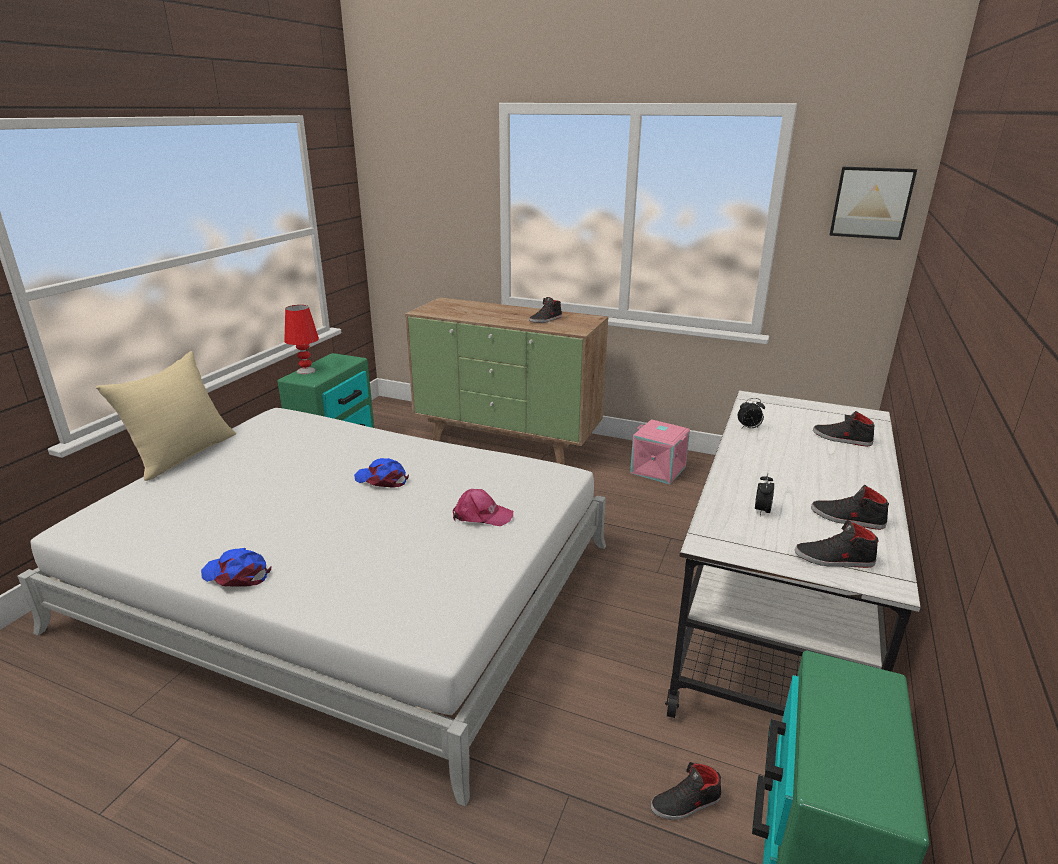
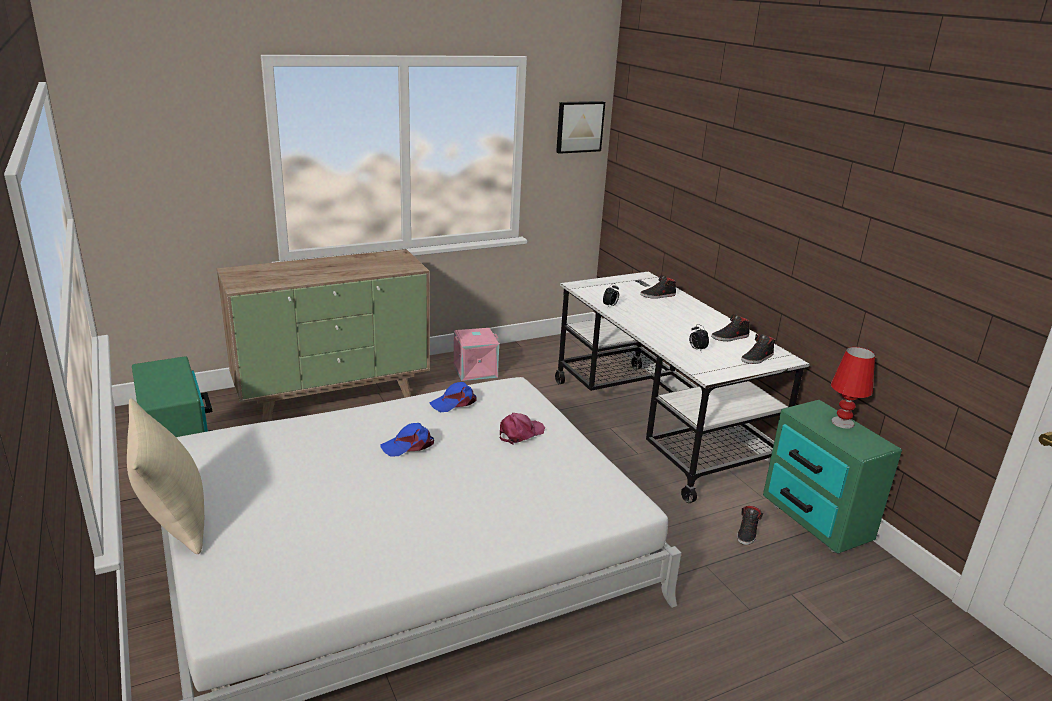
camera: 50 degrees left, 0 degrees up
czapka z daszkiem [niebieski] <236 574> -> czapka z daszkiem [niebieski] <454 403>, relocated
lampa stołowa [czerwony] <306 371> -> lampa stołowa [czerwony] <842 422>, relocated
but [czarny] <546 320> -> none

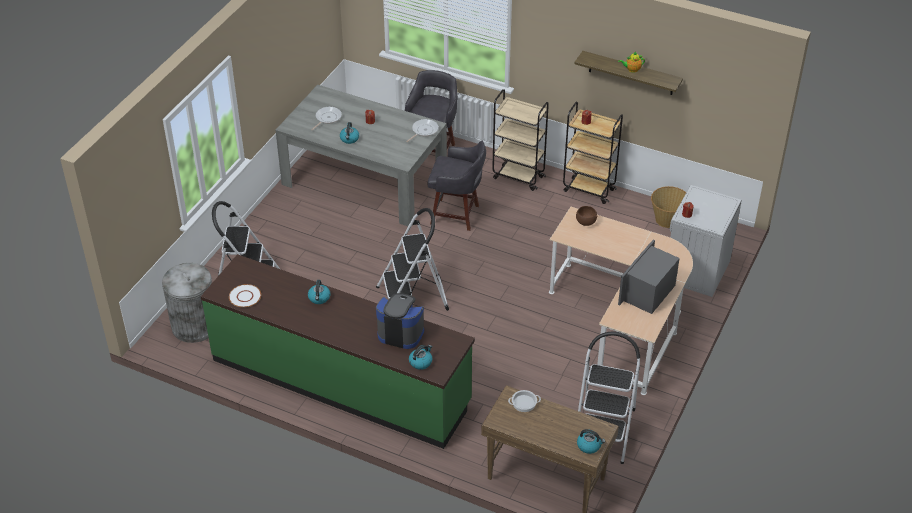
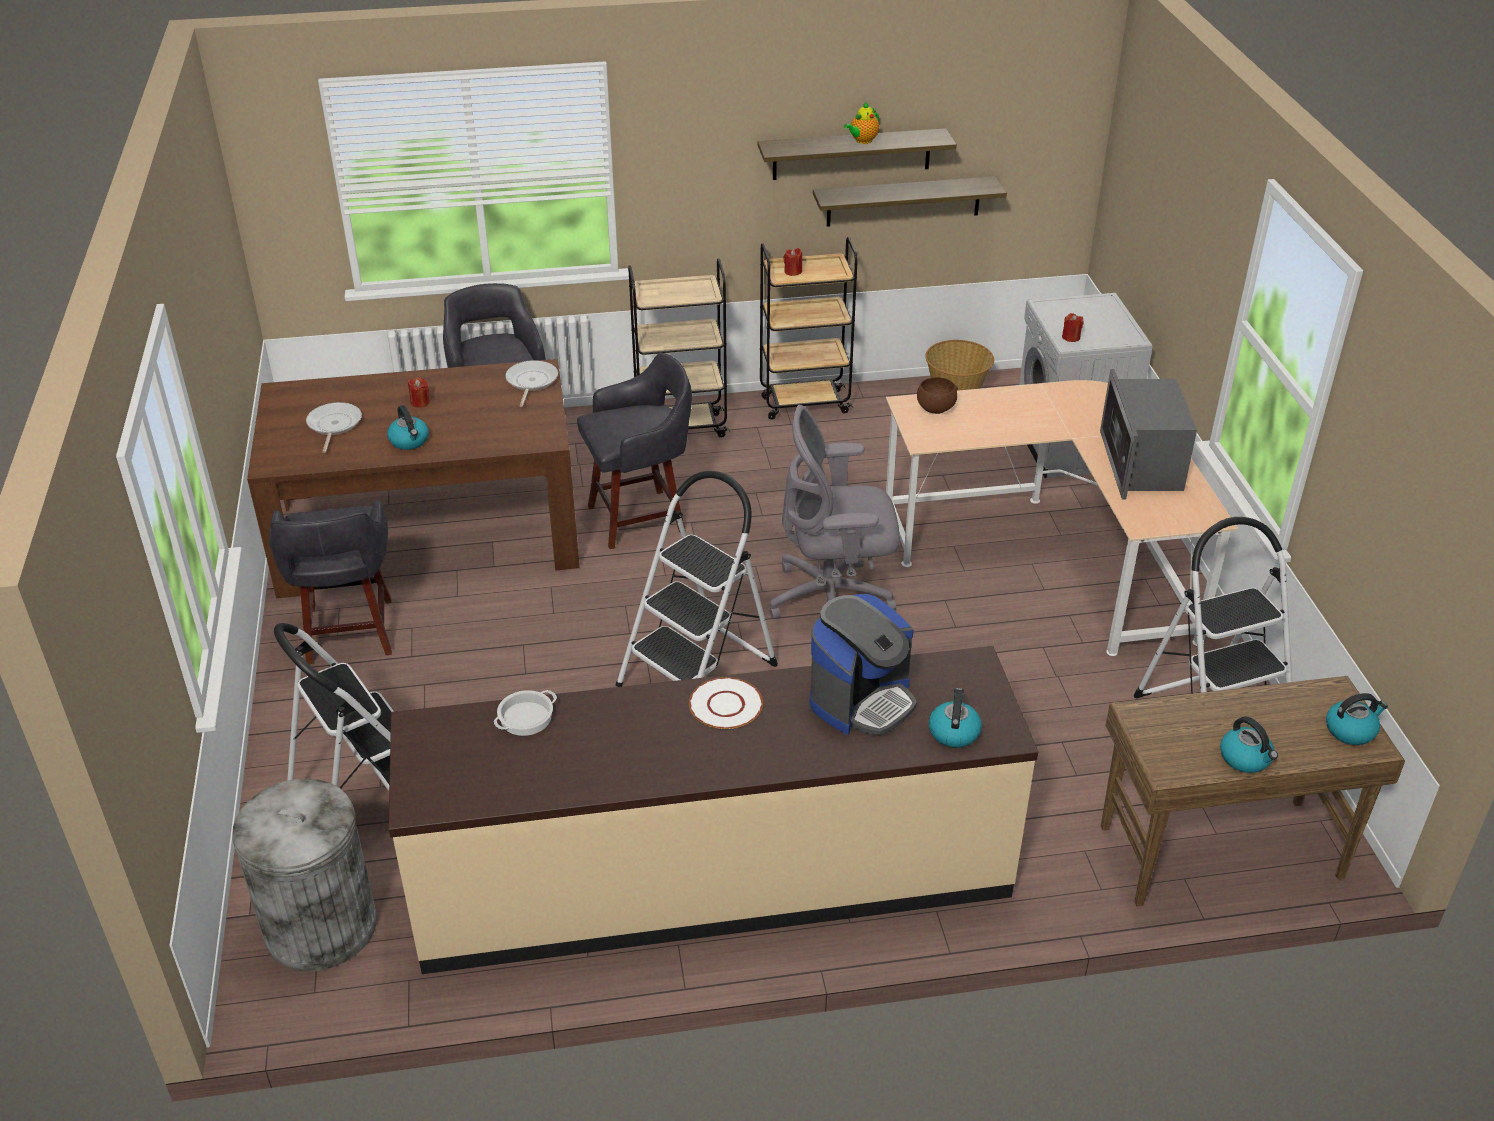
camera: 35 degrees left, 5 degrees down
stół jadalny [szary] <364 181> -> stół jadalny [brązowy] <428 532>
none -> stołek [szary] <349 635>
zabudowa kuchenna [zielony] <341 381> -> zabudowa kuchenna [beżowy] <713 878>
garnek <524 403> -> garnek <526 718>, relocated
talerz [biały] <244 296> -> talerz [biały] <725 705>, relocated
none -> krzesło biurowe [szary] <837 596>
ekspres do kawy <400 333> -> ekspres do kawy <862 700>, 150 degrees clockwise
none -> półka <903 201>
czajnik <319 298> -> czajnik <1245 758>, relocated

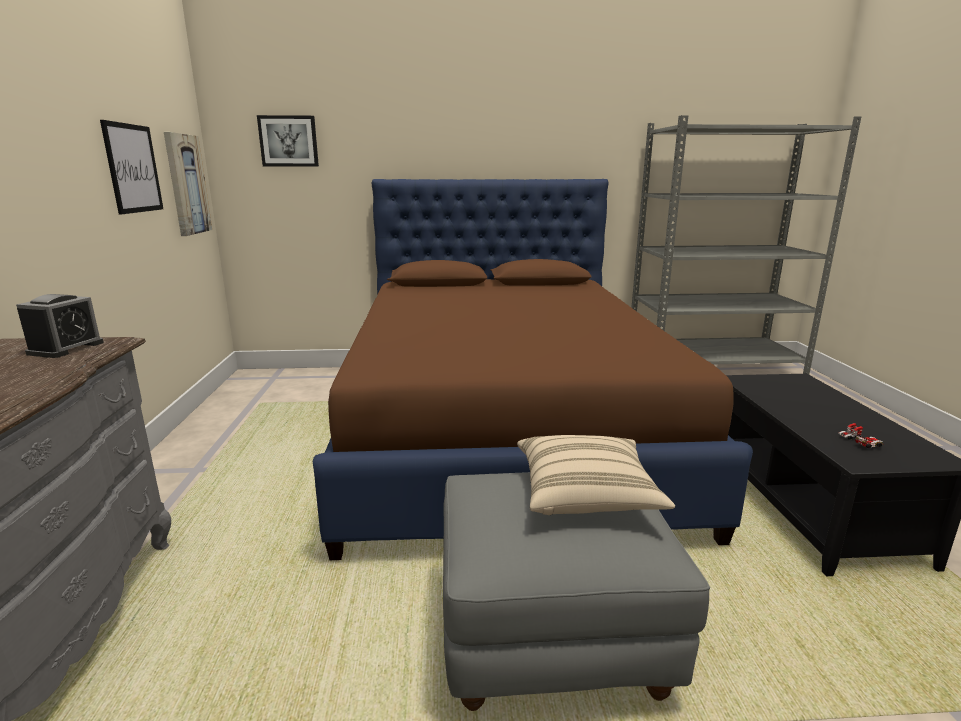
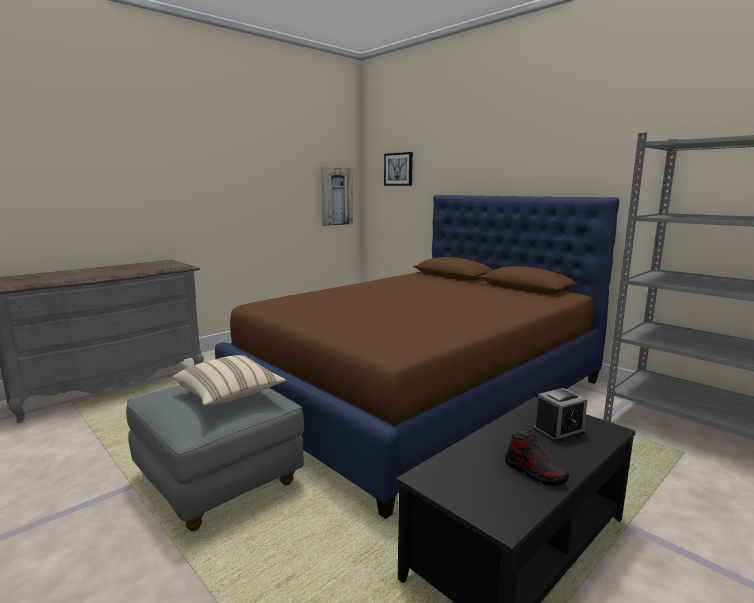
camera: 50 degrees right, 5 degrees down
none -> but <535 472>
budzik <66 348> -> budzik <559 431>, relocated
obraz <133 168> -> none
samochodzik <859 442> -> none

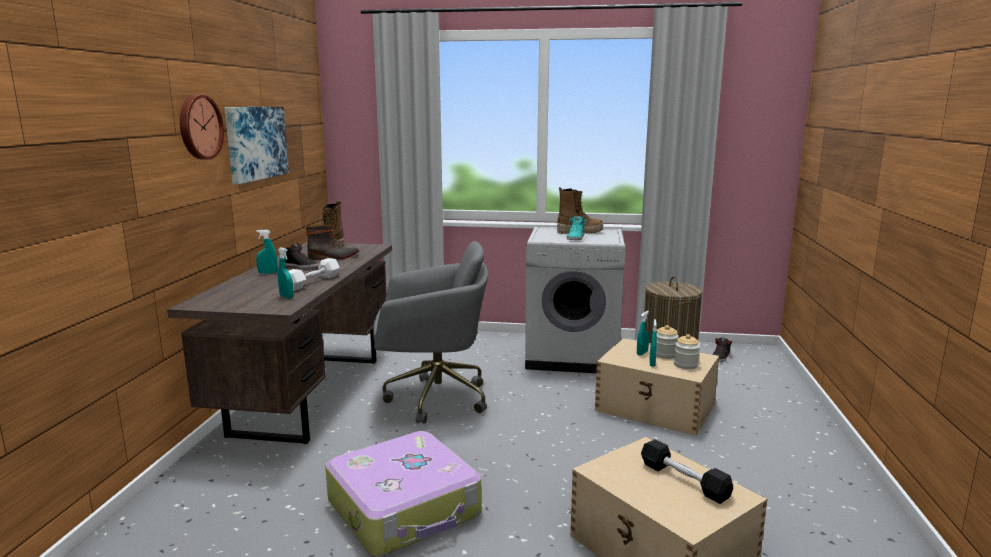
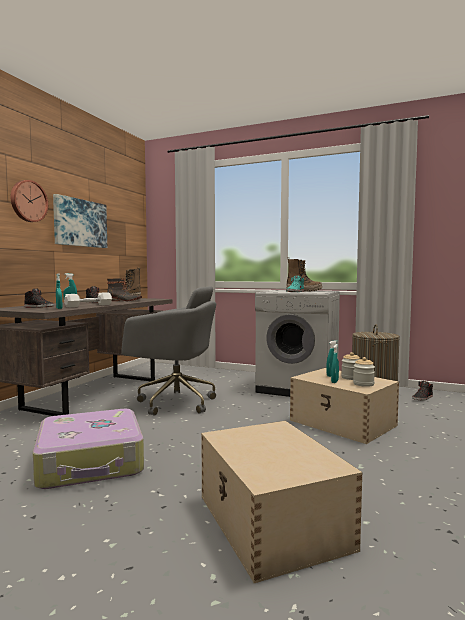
camera: 15 degrees right, 10 degrees down
none -> but [czarny] <39 307>
hantel [czarny] <684 480> -> none

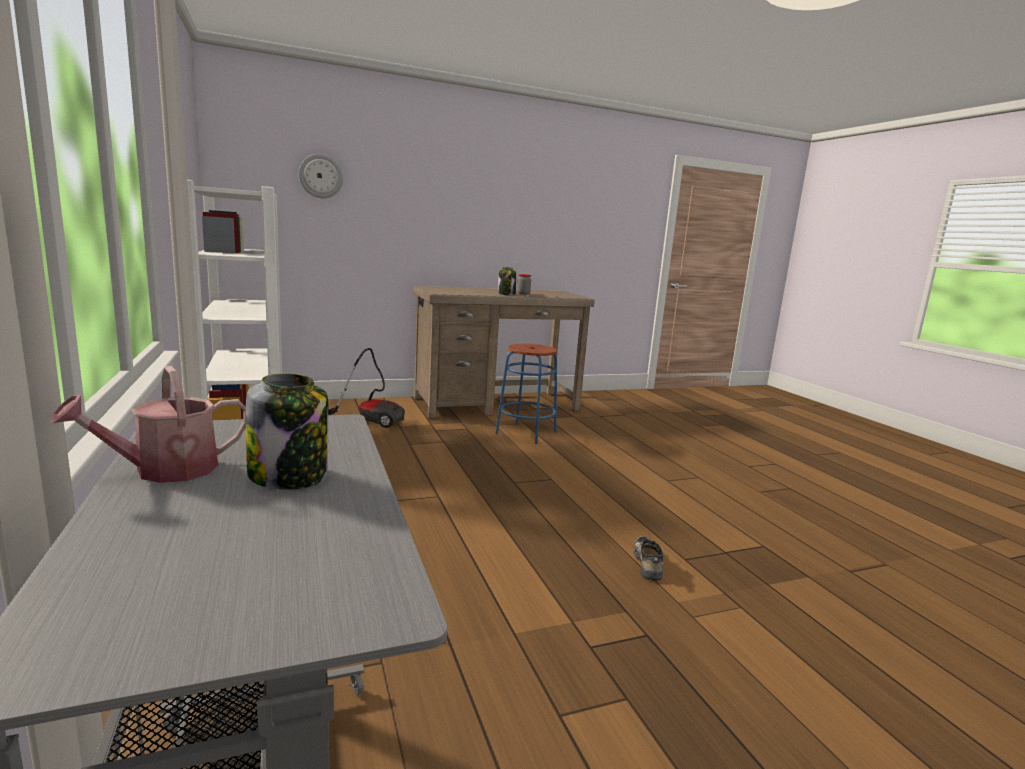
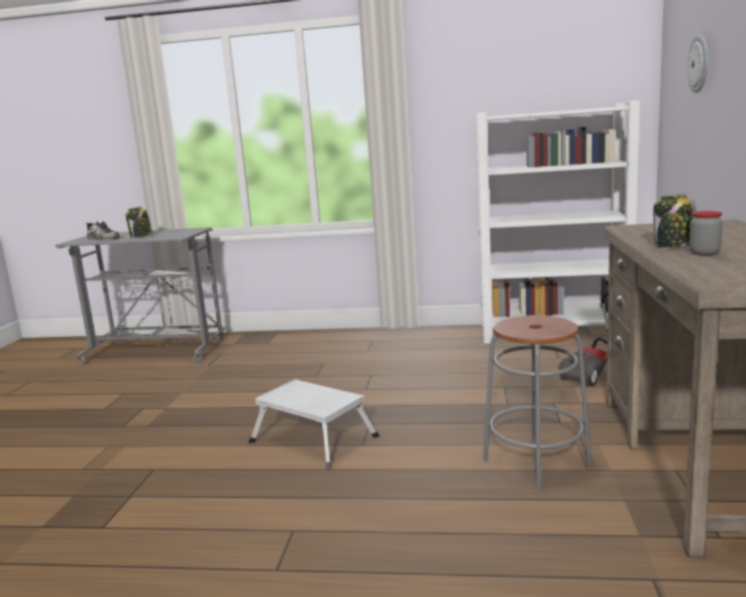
camera: 120 degrees right, 0 degrees up
but <649 563> -> but <102 238>, relocated
none -> drabinka [biały] <314 439>
stołek [niebieski] <526 432> -> stołek [szary] <536 461>
konewka <164 470> -> none

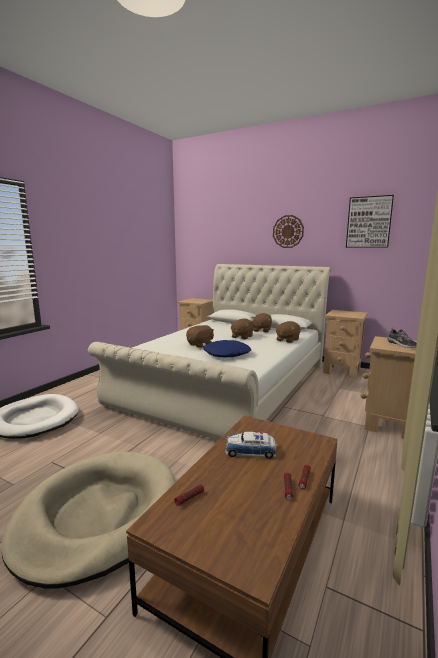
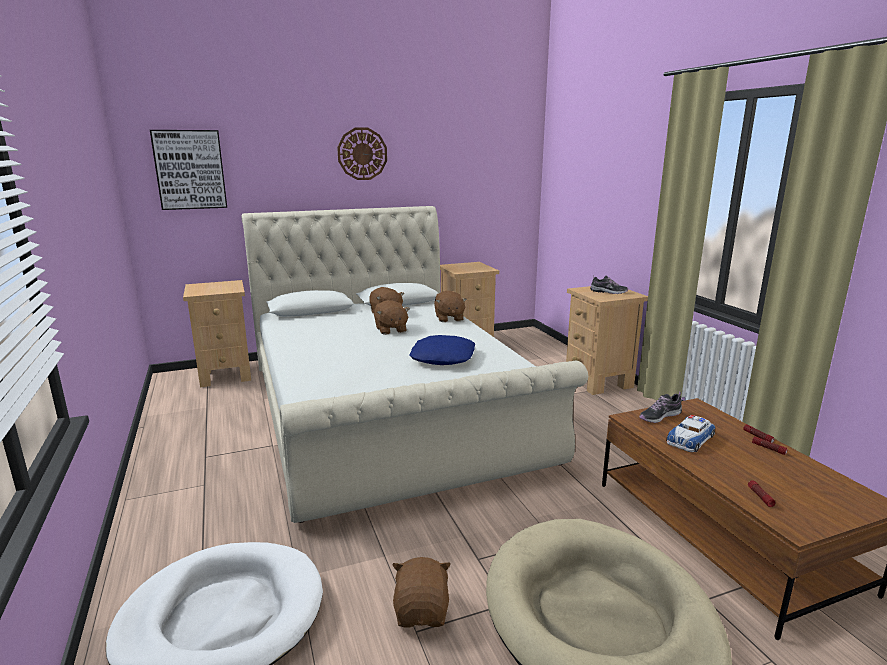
camera: 50 degrees left, 5 degrees up
obraz <369 222> -> obraz <190 170>, relocated
pluszak [brązowy] <200 345> -> pluszak [brązowy] <422 611>, relocated
none -> but <659 416>

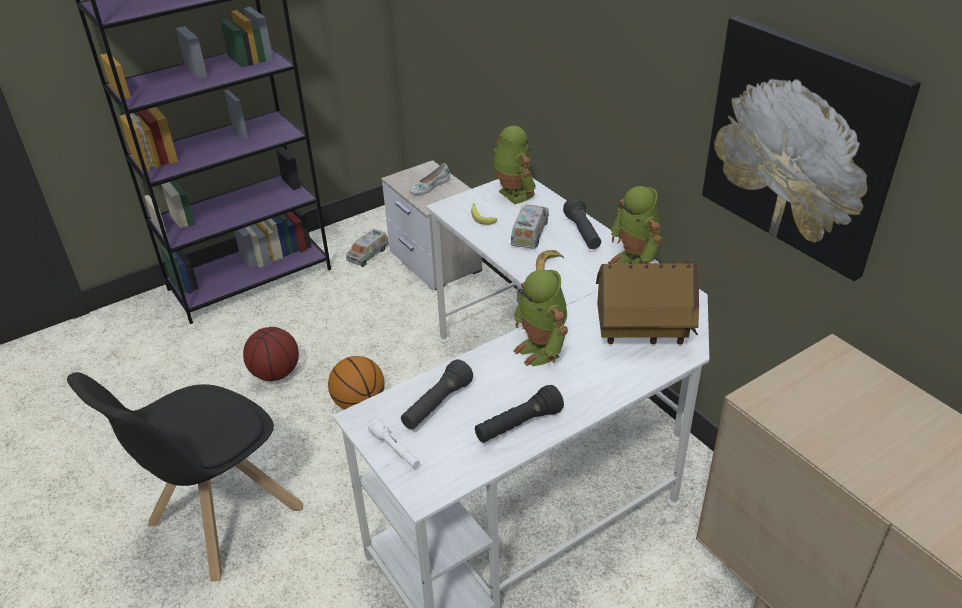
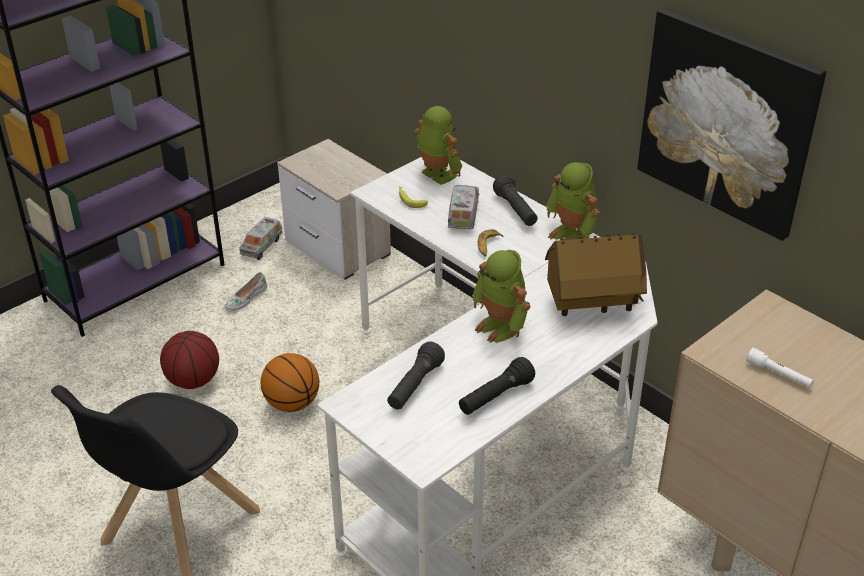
camera: 10 degrees left, 0 degrees up
but [biały] <429 186> -> but [biały] <245 298>, relocated
latarka [biały] <395 450> -> latarka [biały] <779 374>, relocated

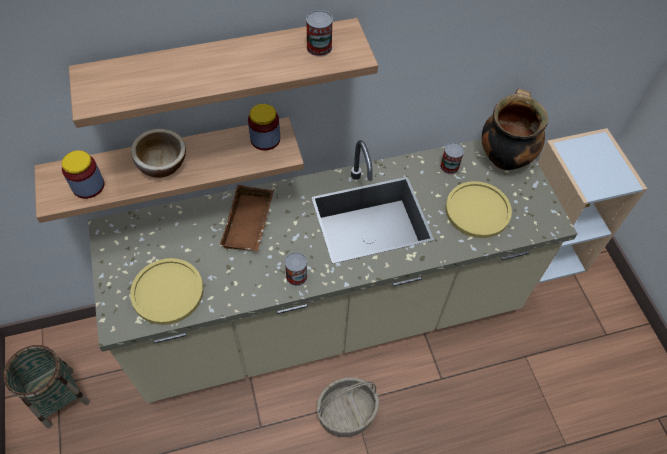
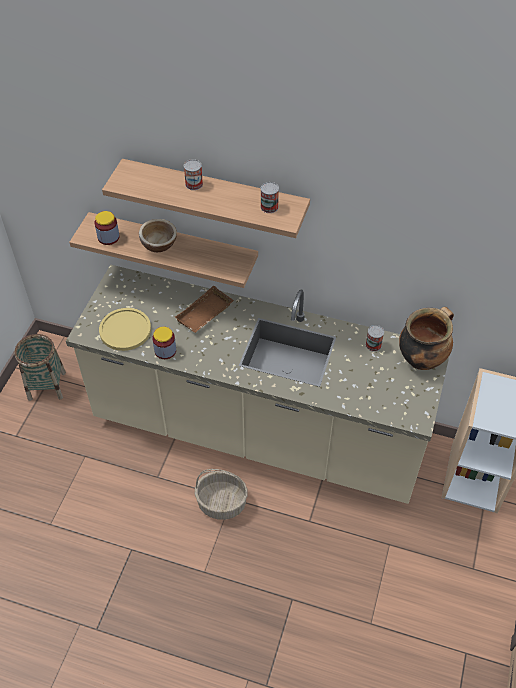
camera: 35 degrees right, 5 degrees down
słoik <265 139> -> słoik <165 351>, relocated
puszka <296 276> -> puszka <194 184>, relocated
talerz [żółty] <477 210> -> none

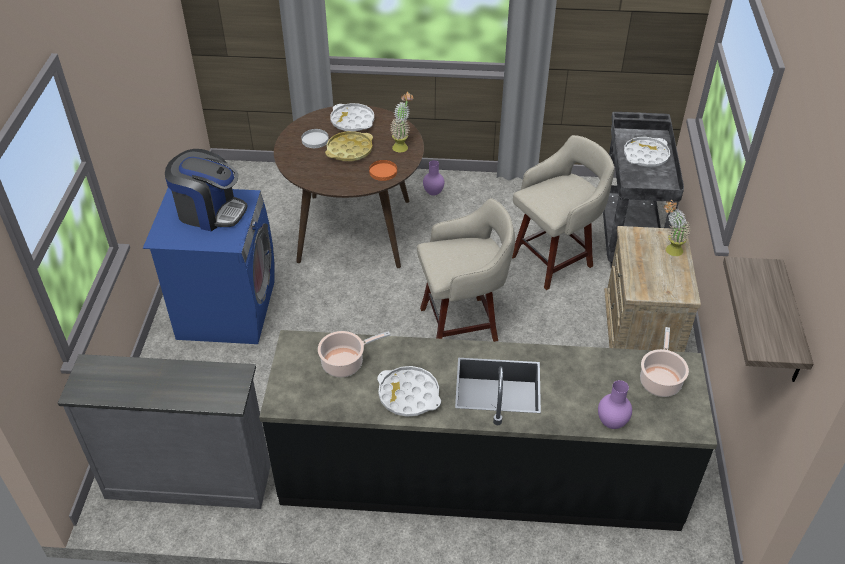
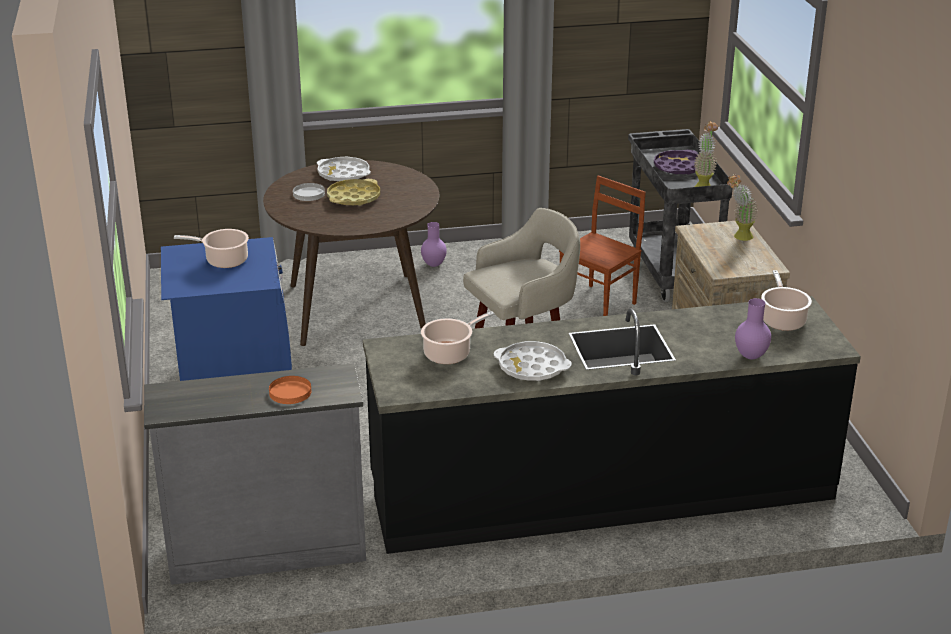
camera: 15 degrees left, 15 degrees down
ekspres do kawy <210 211> -> garnek <224 260>
talerz [pomarańczowy] <383 171> -> talerz [pomarańczowy] <290 392>, relocated
stołek [beżowy] <554 260> -> krzesło [brązowy] <599 303>
taca [biały] <645 156> -> taca [fioletowy] <678 167>
roślina doniczkowa <402 145> -> roślina doniczkowa <703 186>, relocated
półka <790 326> -> none

